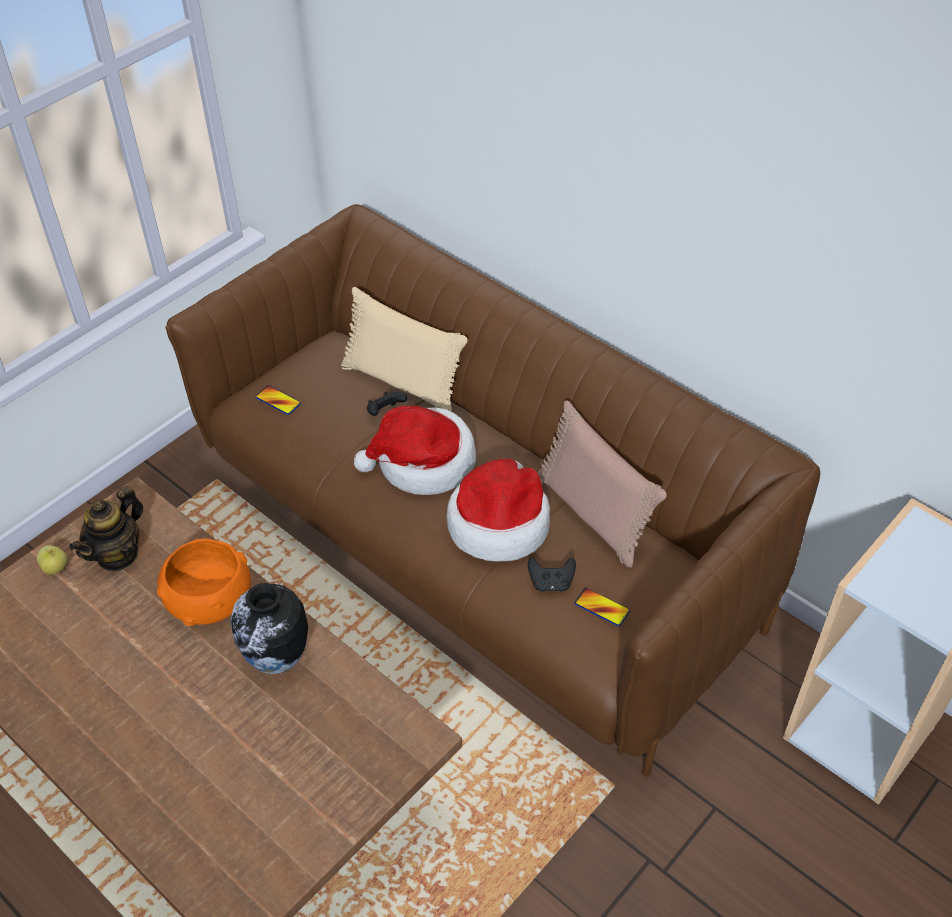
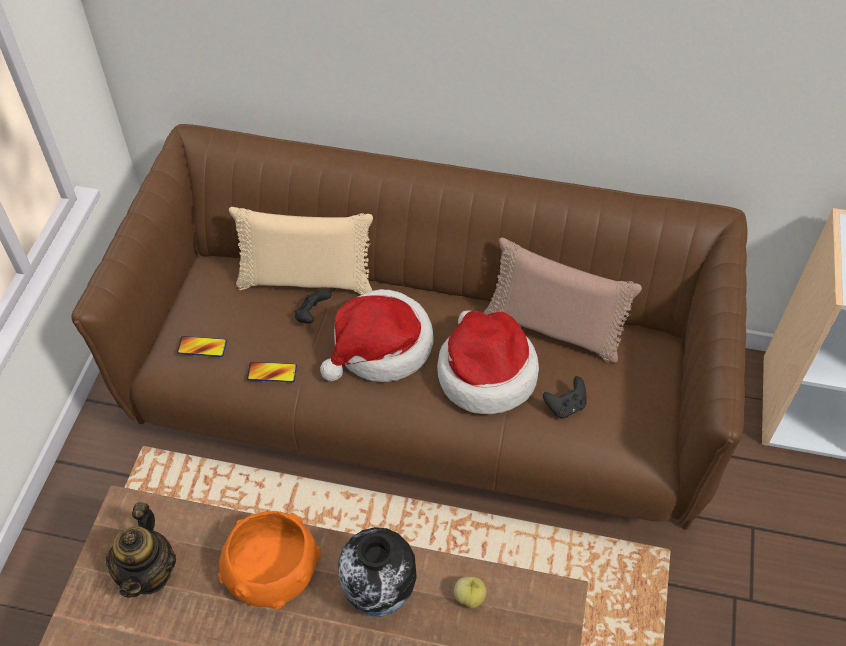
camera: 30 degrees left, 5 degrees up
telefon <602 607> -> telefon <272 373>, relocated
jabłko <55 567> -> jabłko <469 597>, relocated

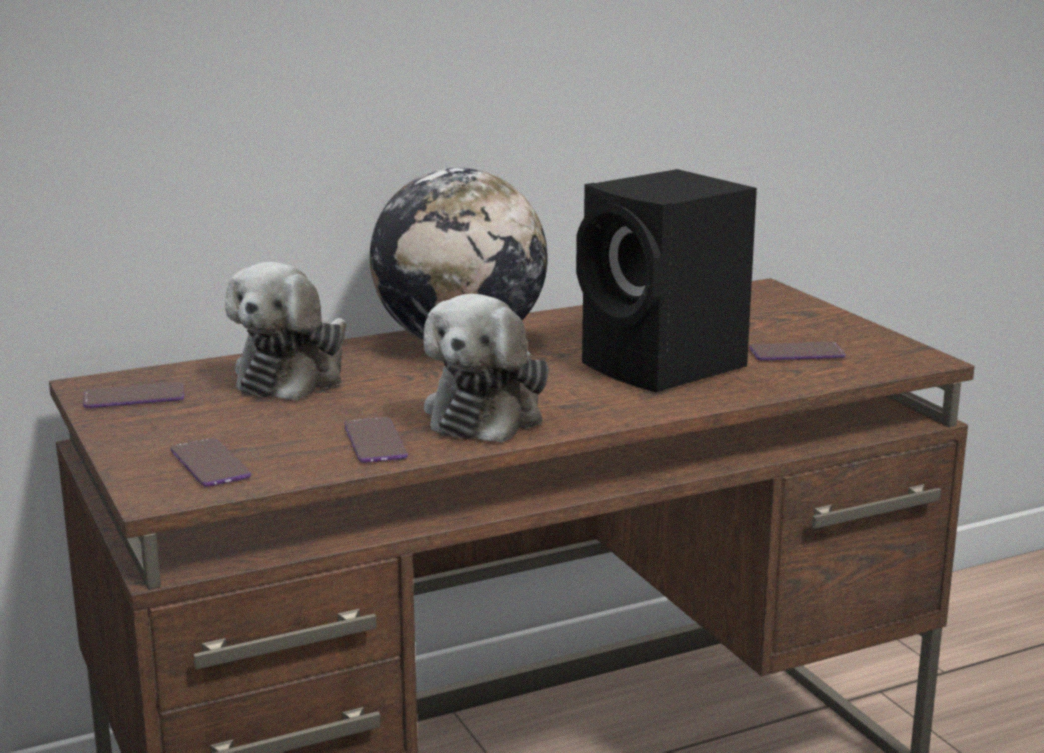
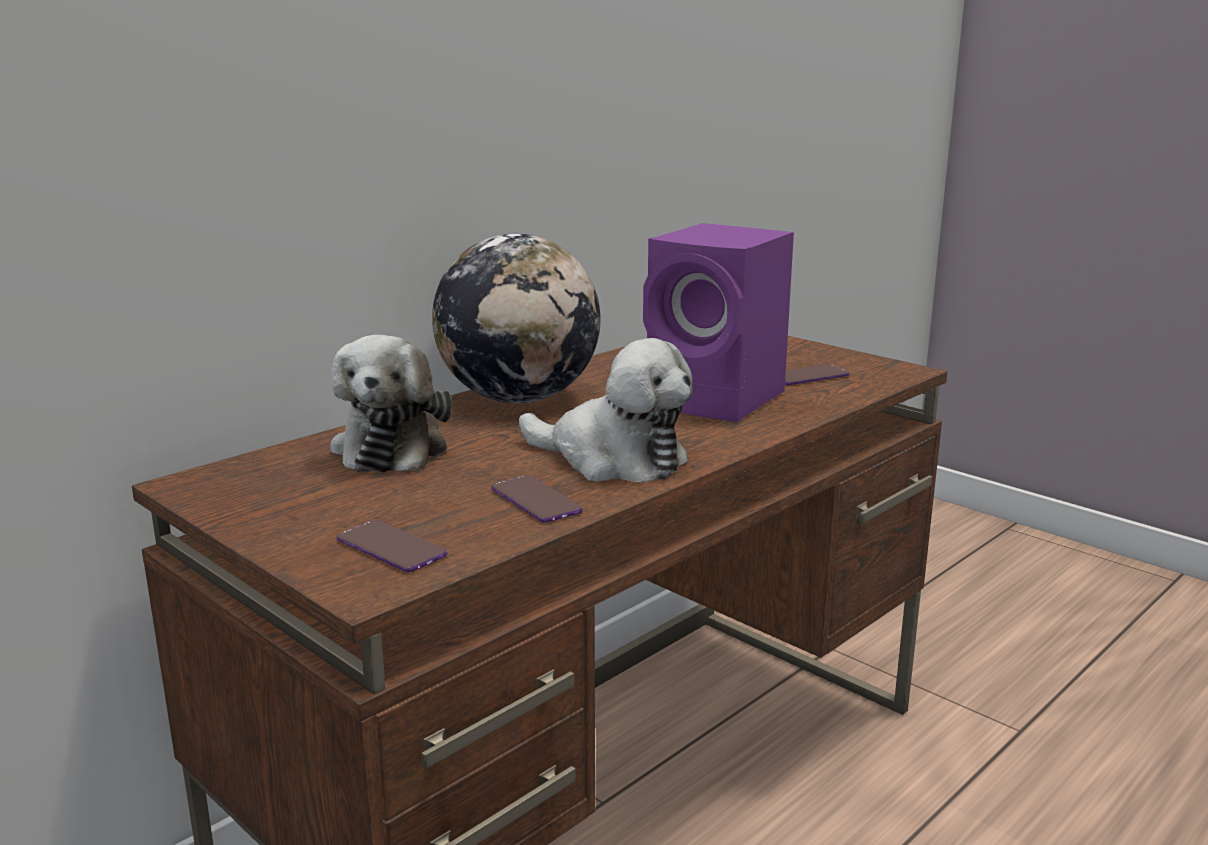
camera: 20 degrees left, 0 degrees up
pluszak <488 414> -> pluszak <613 459>, 60 degrees counterclockwise
głośnik [czarny] <666 368> -> głośnik [fioletowy] <719 400>
telefon <134 397> -> none

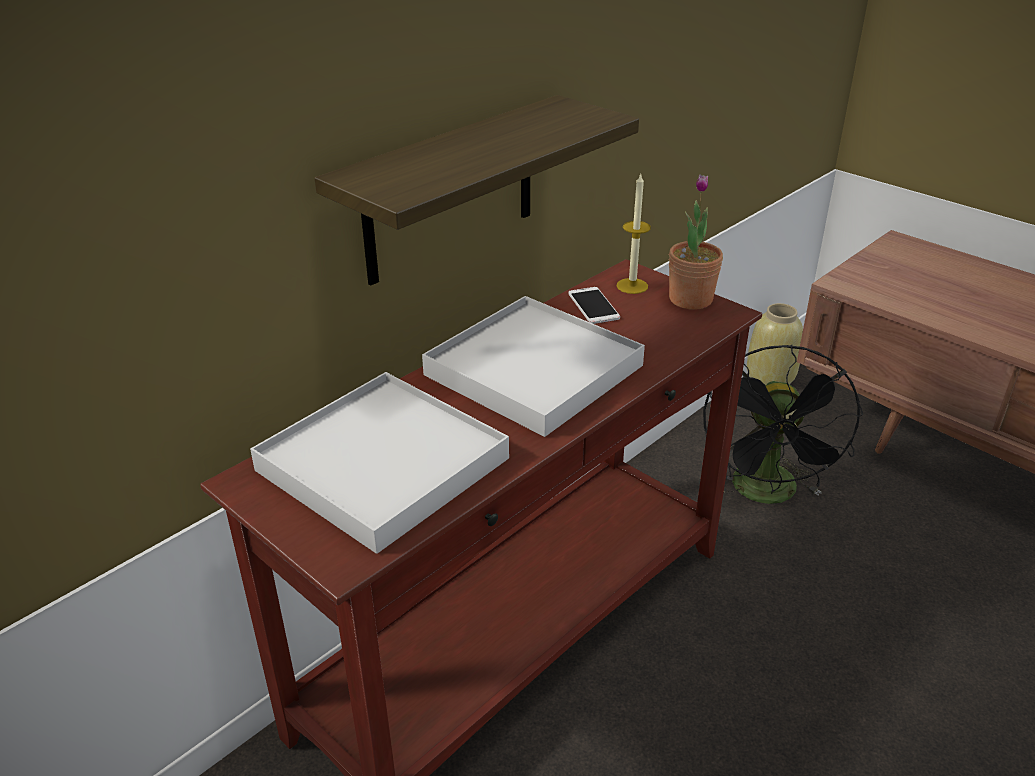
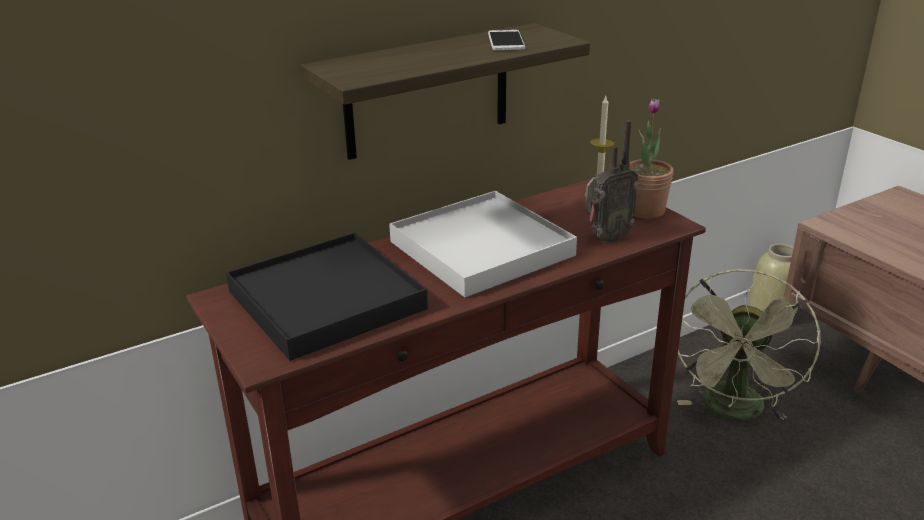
camera: 15 degrees right, 5 degrees down
taca [biały] <383 464> -> taca [czarny] <327 300>
telefon <593 306> -> telefon <506 41>, relocated
none -> radio <605 238>
wentylator [czarny] <768 494> -> wentylator [zielony] <734 412>

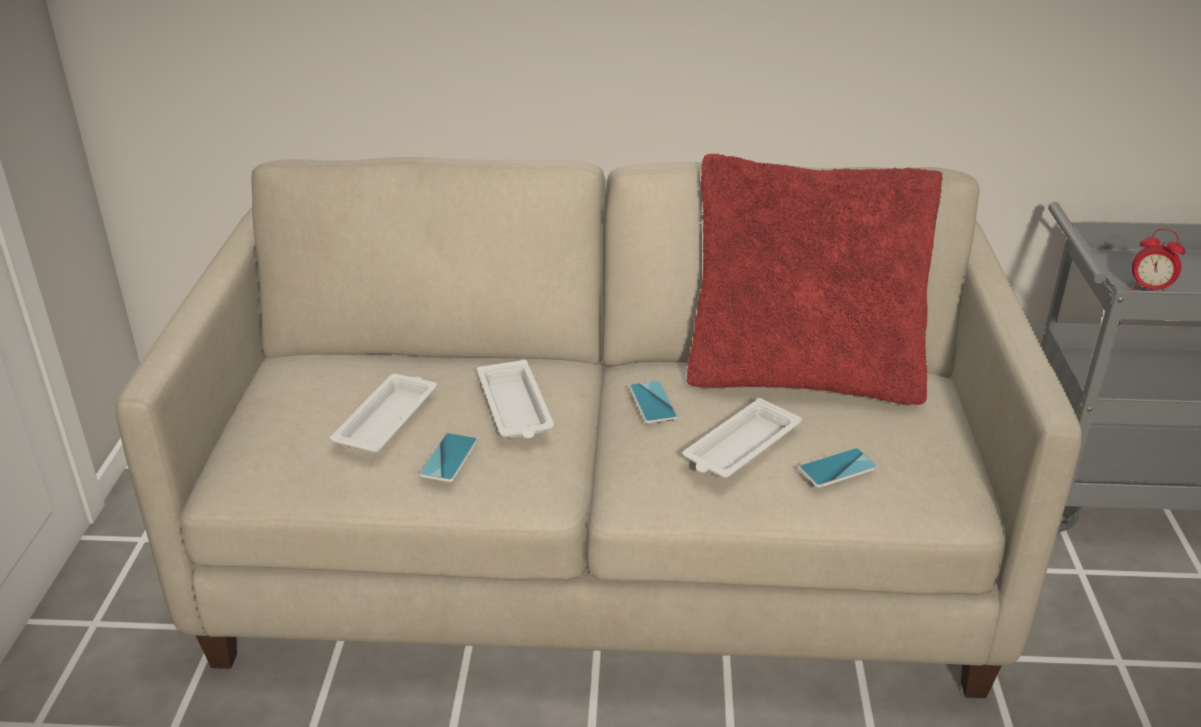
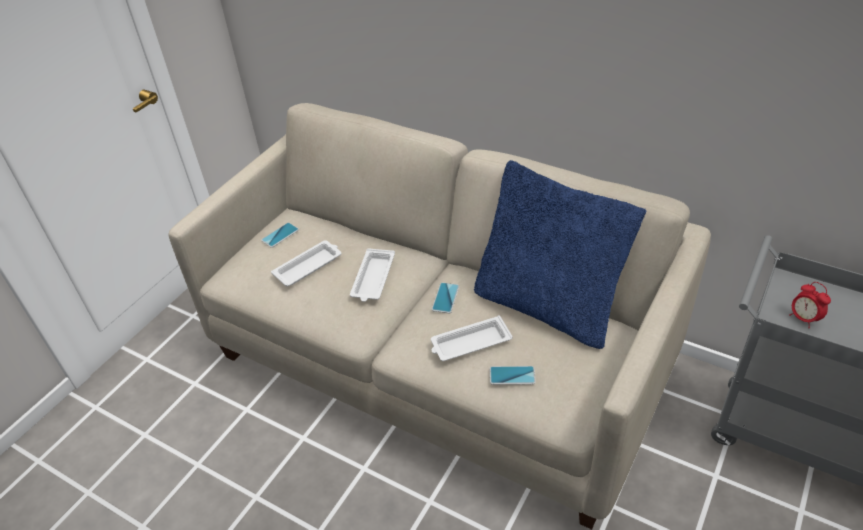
camera: 30 degrees right, 10 degrees up
telefon <449 458> -> telefon <280 235>, relocated
poduszka [czerwony] <804 369> -> poduszka [niebieski] <549 301>

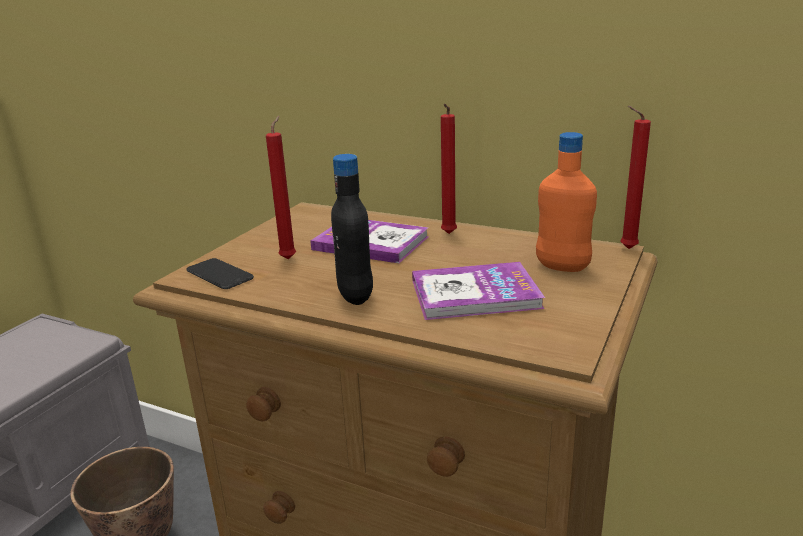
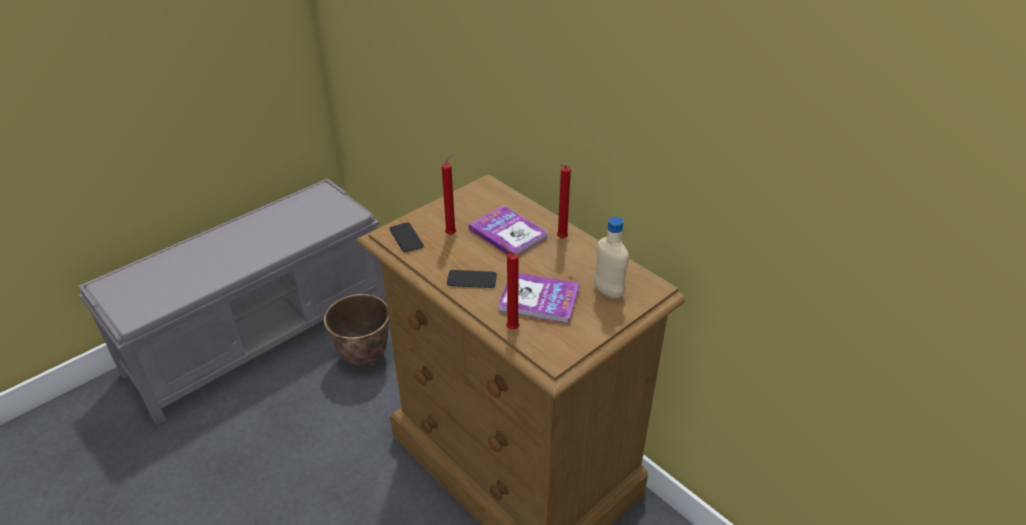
camera: 20 degrees right, 15 degrees up
butelka [czarny] <355 295> -> telefon <472 279>
świeca [czerwony] <625 249> -> świeca [czerwony] <510 328>, relocated
butelka [pomarańczowy] <562 267> -> butelka [beżowy] <608 292>

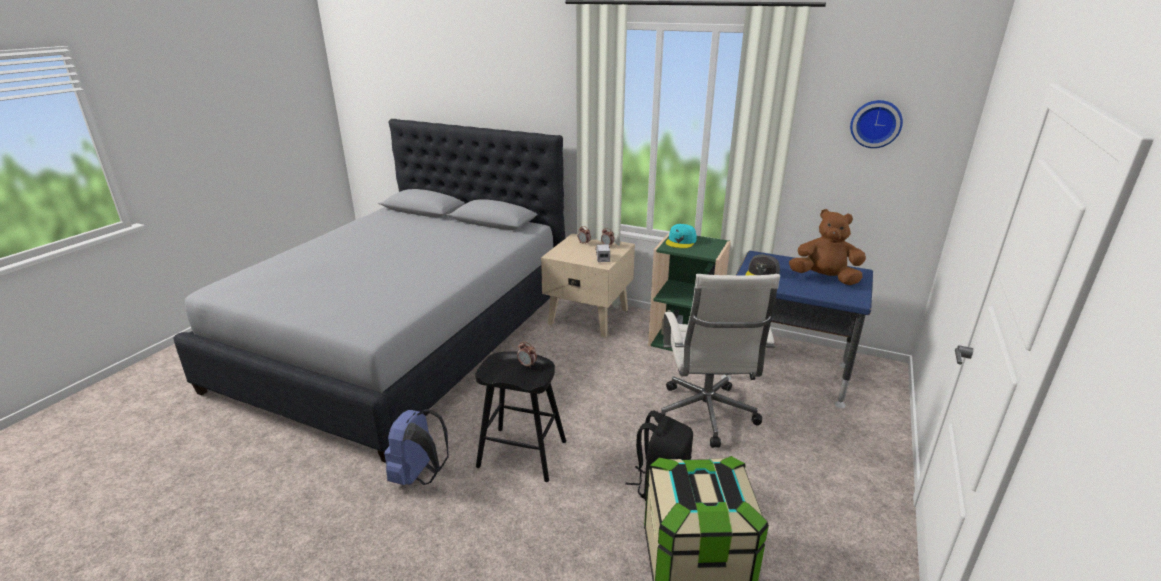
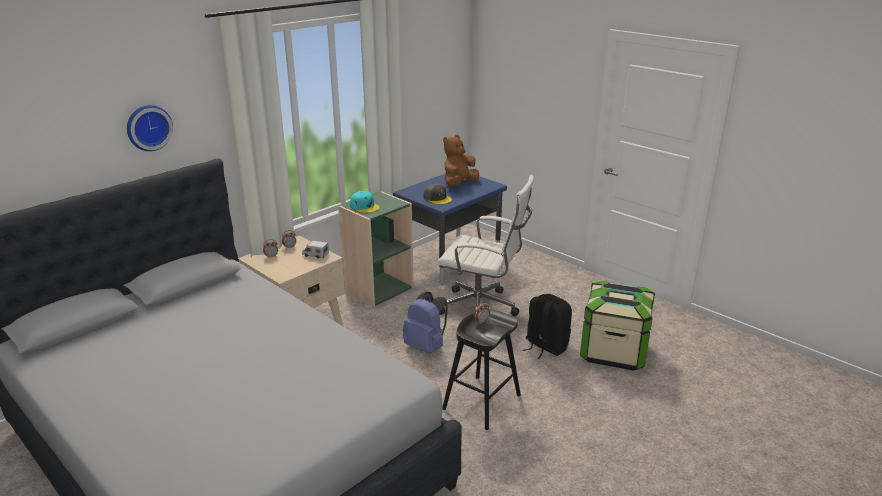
camera: 70 degrees left, 0 degrees up
zegar ścienny <876 123> -> zegar ścienny <148 127>, relocated
plecak [niebieski] <419 475> -> plecak [niebieski] <426 346>, relocated

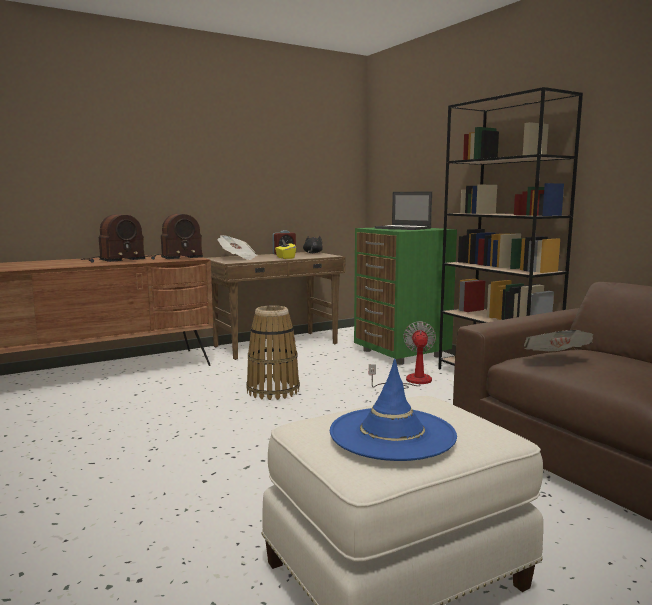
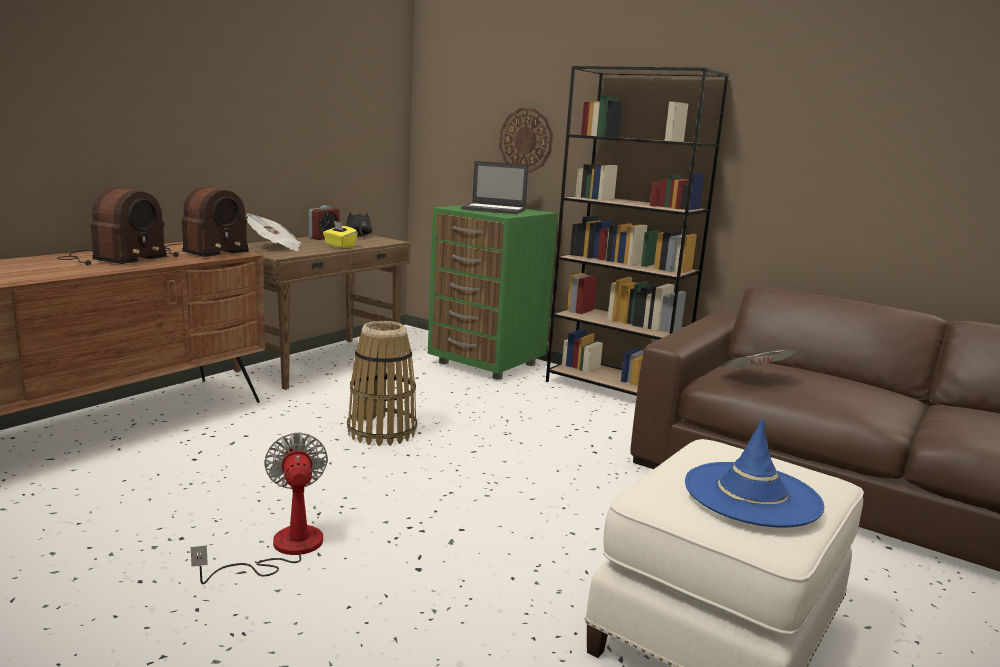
camera: 25 degrees left, 5 degrees up
wentylator <411 381> -> wentylator <282 549>, relocated
none -> zegar ścienny <526 140>

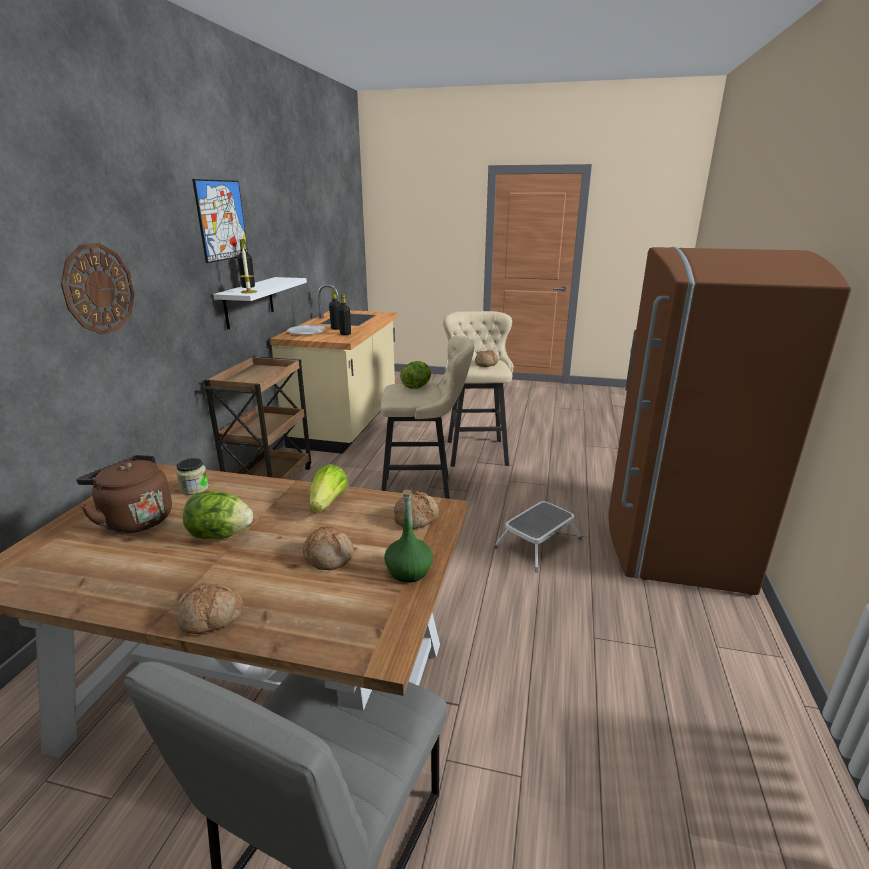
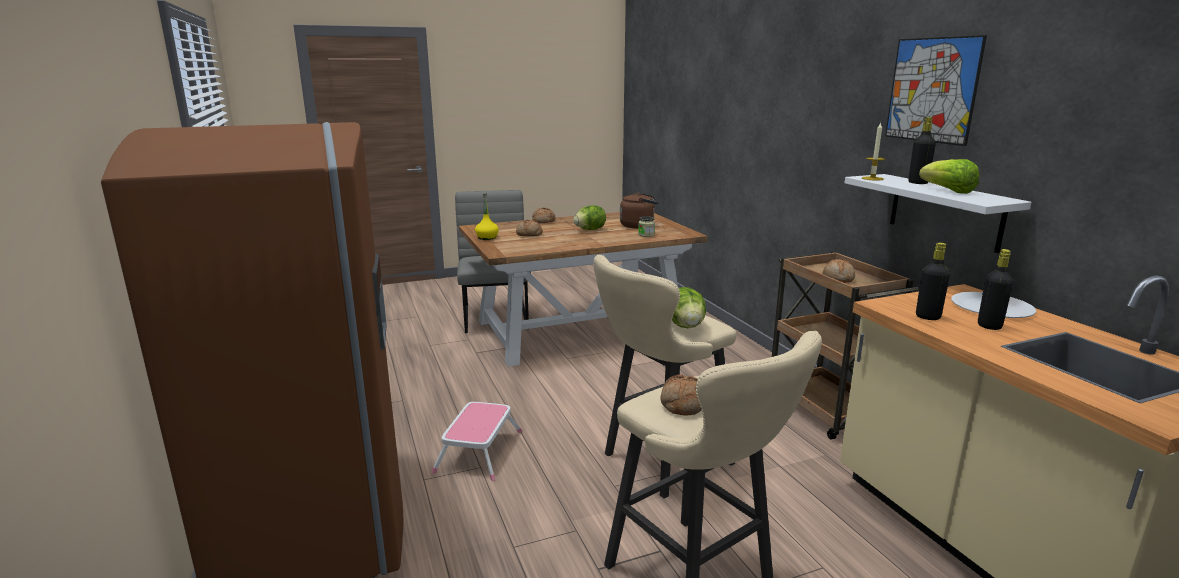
camera: 145 degrees right, 5 degrees down
drabinka [szary] <538 544> -> drabinka [różowy] <478 451>
butelka [zielony] <409 571> -> butelka [żółty] <487 238>
chleb <415 518> -> chleb <838 278>, relocated
sałata <328 503> -> sałata <947 191>, relocated
zegar ścienny <98 289> -> none

